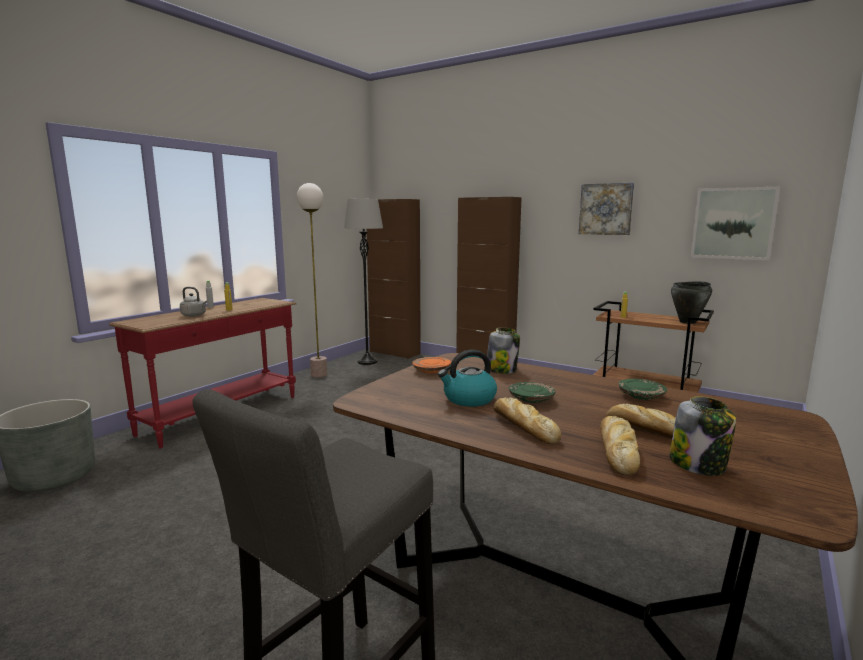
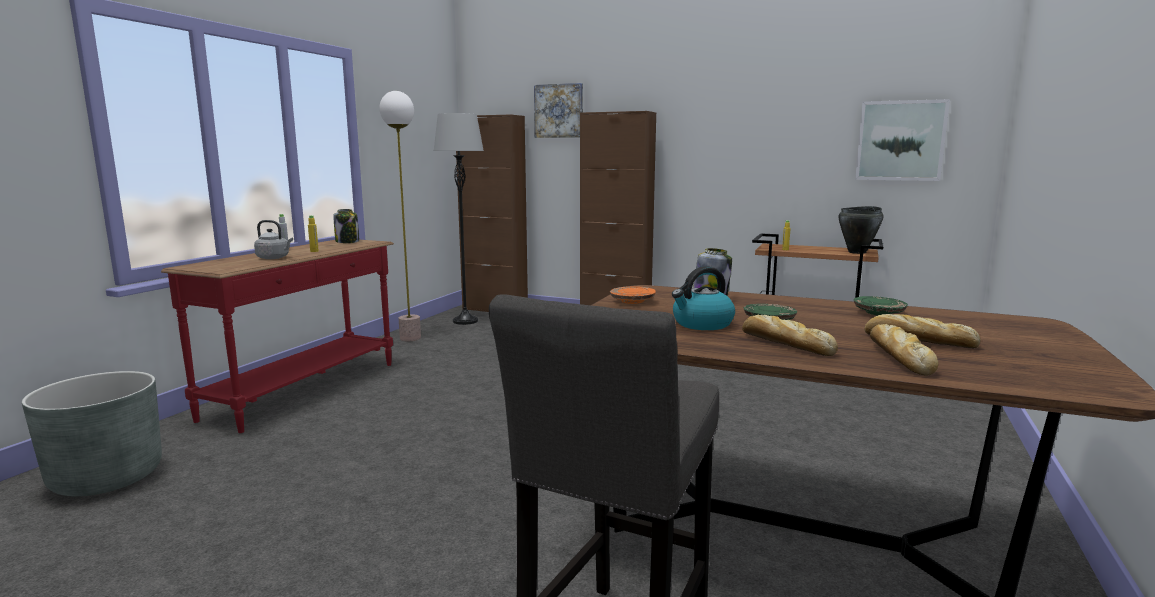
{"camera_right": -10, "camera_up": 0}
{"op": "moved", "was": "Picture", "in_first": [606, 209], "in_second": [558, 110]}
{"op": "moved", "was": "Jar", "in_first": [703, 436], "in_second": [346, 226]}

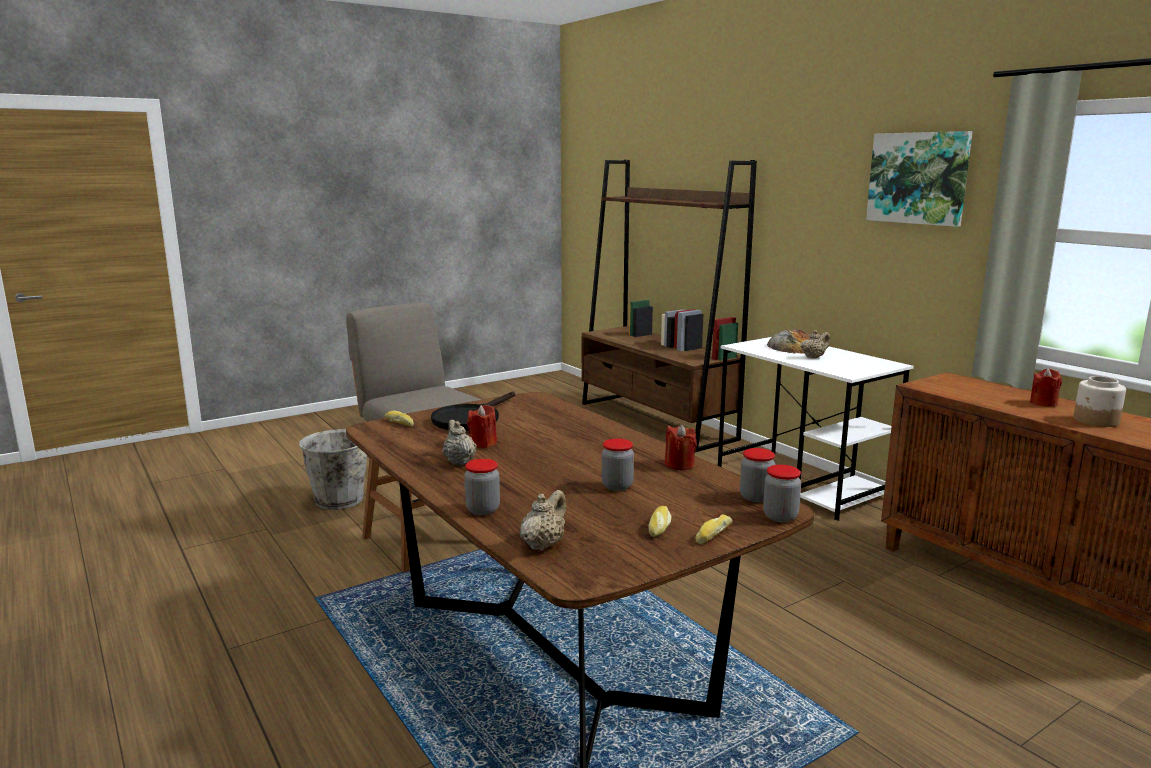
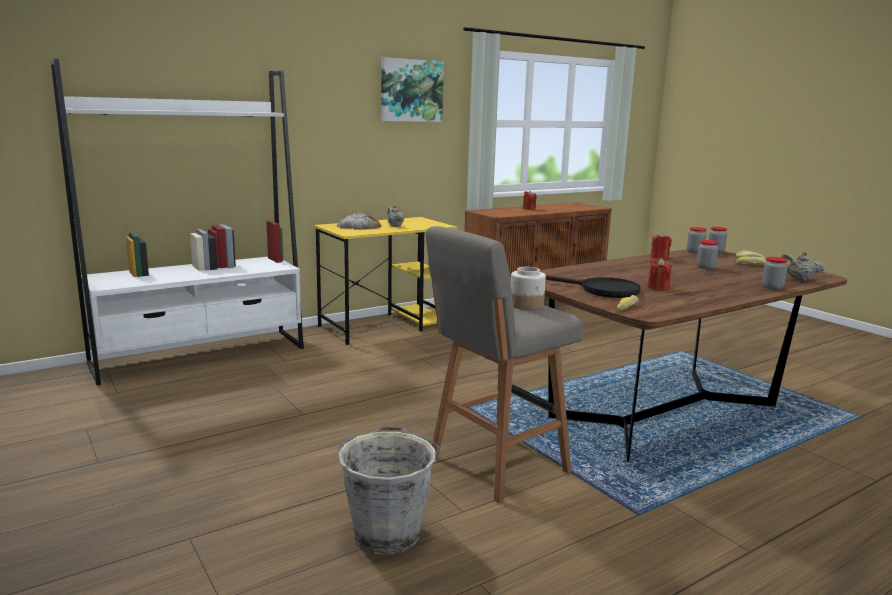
{"camera_right": -90, "camera_up": 0}
{"op": "recoloured", "was": "BrownShelvingUnit", "now": "WhiteColouredShelvingUnit", "in_first": [669, 306], "in_second": [177, 222]}
{"op": "recoloured", "was": "WhiteColouredDeskUnit", "now": "YellowishDeskUnit", "in_first": [816, 429], "in_second": [385, 281]}
{"op": "moved", "was": "Jar", "in_first": [1099, 401], "in_second": [528, 288]}
{"op": "removed", "was": "BeigeTeapot", "in_first": [459, 442]}

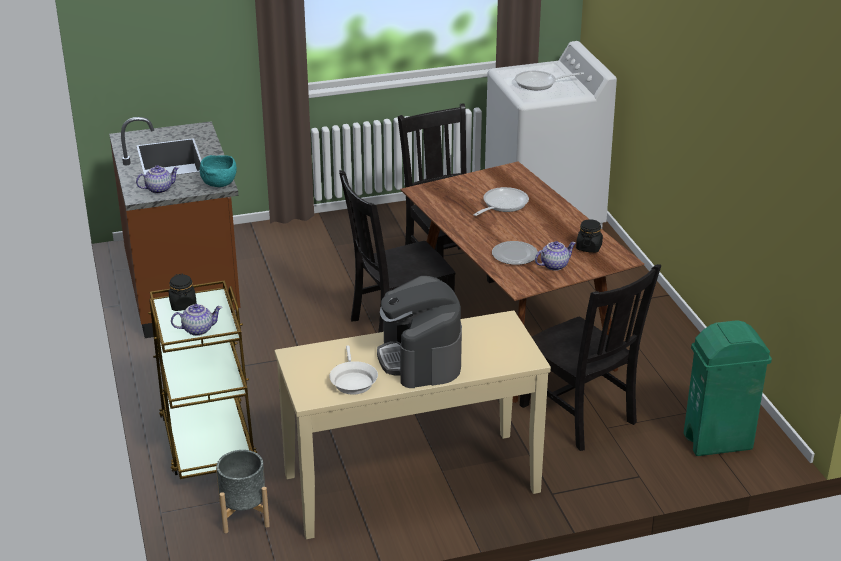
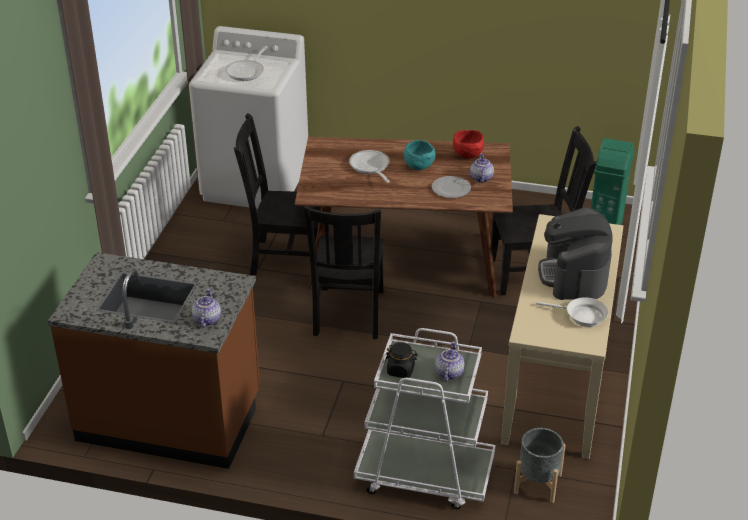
{"camera_right": -60, "camera_up": 5}
{"op": "moved", "was": "TurquoiseDeepDish", "in_first": [218, 171], "in_second": [420, 155]}
{"op": "replaced", "was": "BlackColouredJar", "now": "RedColouredDeepDish", "in_first": [589, 236], "in_second": [468, 144]}
{"op": "turned", "was": "CoffeeMachine", "in_first": [419, 332], "in_second": [575, 253], "clockwise": 75}
{"op": "recoloured", "was": "BrownTrolley", "now": "WhiteColouredTrolley", "in_first": [202, 379], "in_second": [424, 418]}

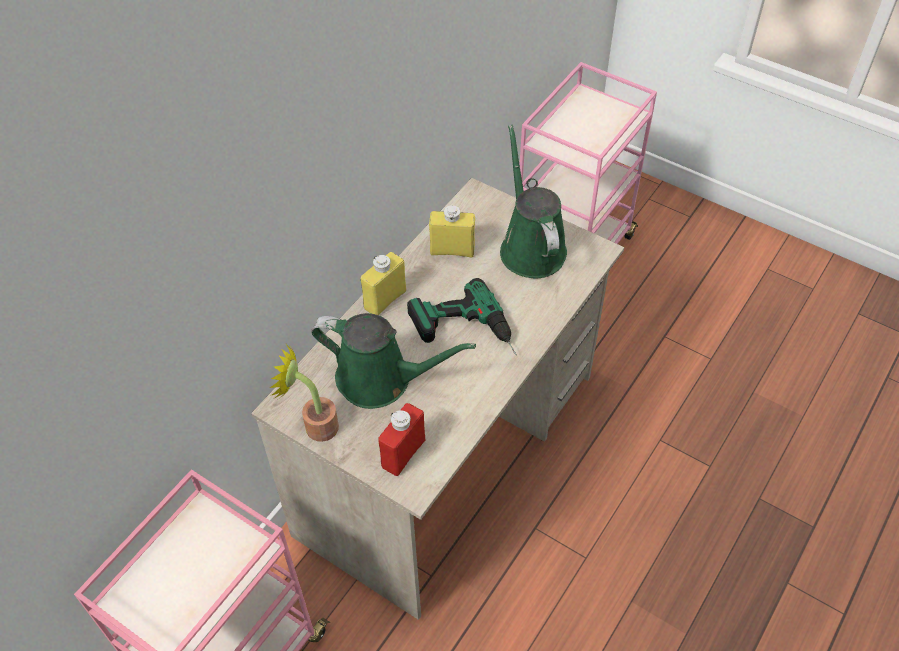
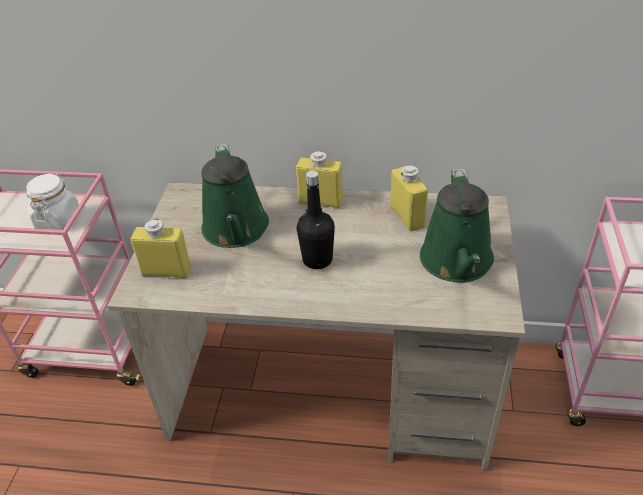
{"camera_right": 65, "camera_up": -10}
{"op": "turned", "was": "GreenColouredWateringPot", "in_first": [533, 201], "in_second": [457, 225], "clockwise": 135}
{"op": "replaced", "was": "Drill", "now": "BlackColouredDrinkBottle", "in_first": [462, 316], "in_second": [316, 219]}
{"op": "removed", "was": "Houseplant", "in_first": [304, 393]}
{"op": "recoloured", "was": "RedColouredDrinkBottle", "now": "YellowishDrinkBottle", "in_first": [401, 439], "in_second": [160, 248]}
{"op": "added", "now": "WhiteColouredJar", "in_second": [52, 201]}

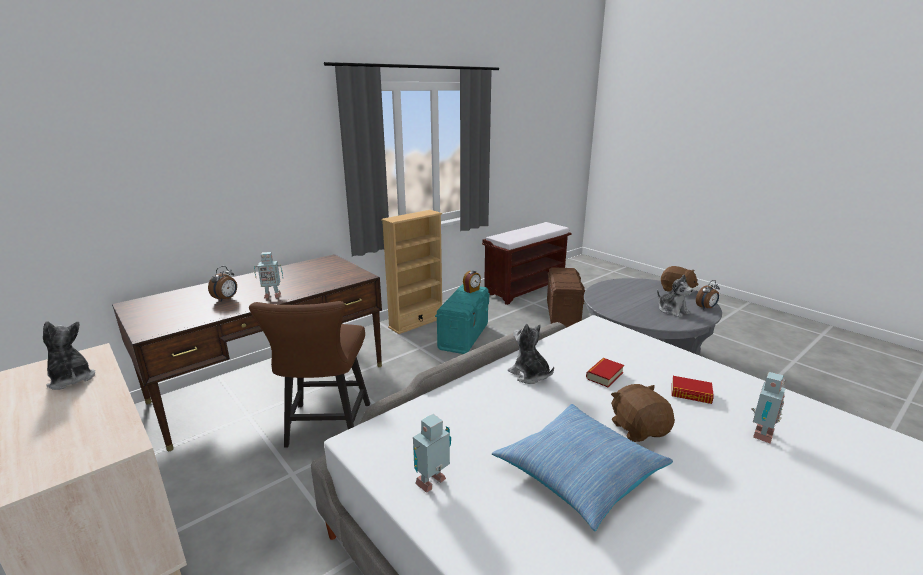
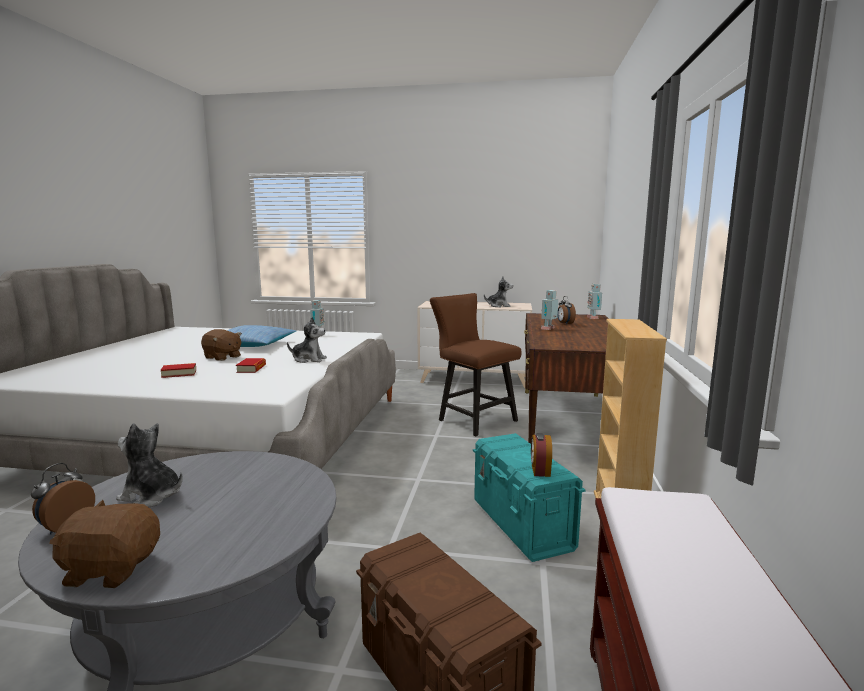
{"camera_right": 140, "camera_up": -10}
{"op": "moved", "was": "ModelRobot", "in_first": [768, 407], "in_second": [594, 301]}

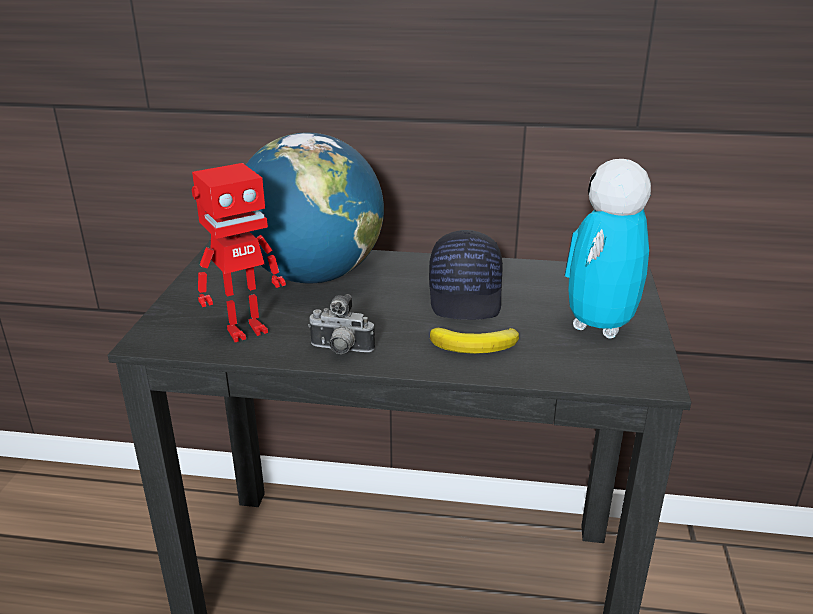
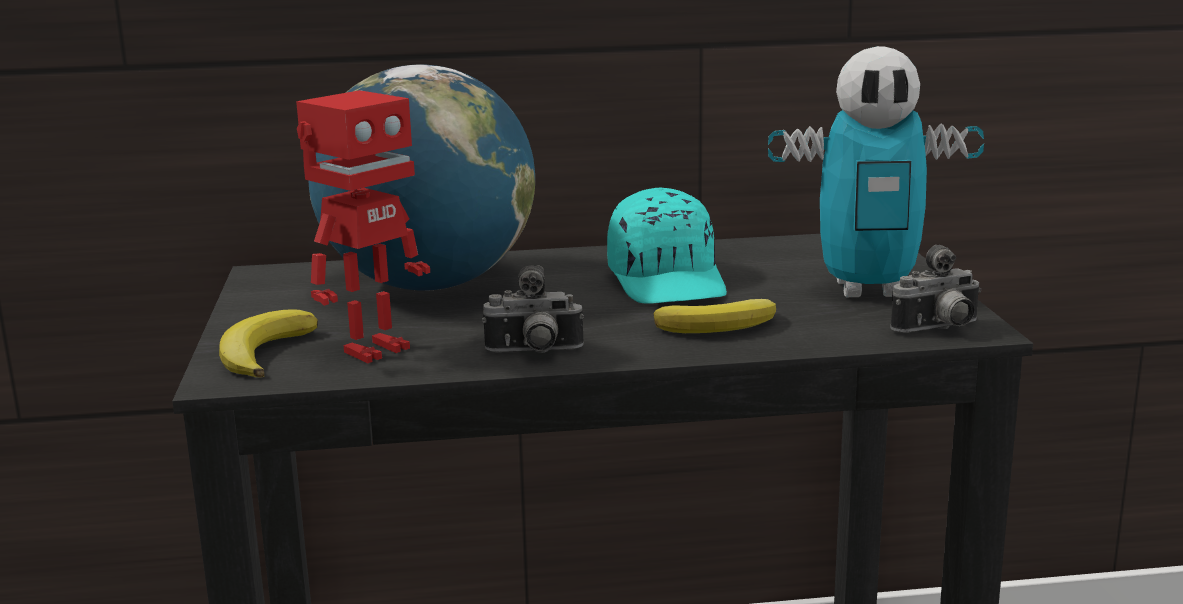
{"camera_right": -15, "camera_up": -10}
{"op": "turned", "was": "ModelRobot", "in_first": [608, 249], "in_second": [876, 171], "clockwise": -105}
{"op": "recoloured", "was": "BlackColouredCap", "now": "TurquoiseCap", "in_first": [466, 275], "in_second": [667, 245]}
{"op": "added", "now": "PhotoCamera", "in_second": [935, 289]}
{"op": "added", "now": "Banana", "in_second": [268, 343]}

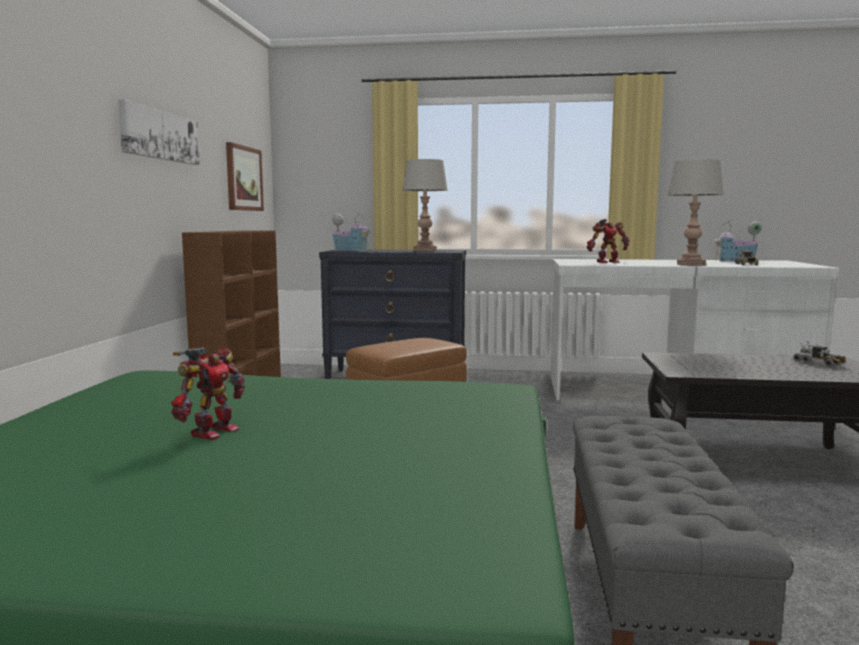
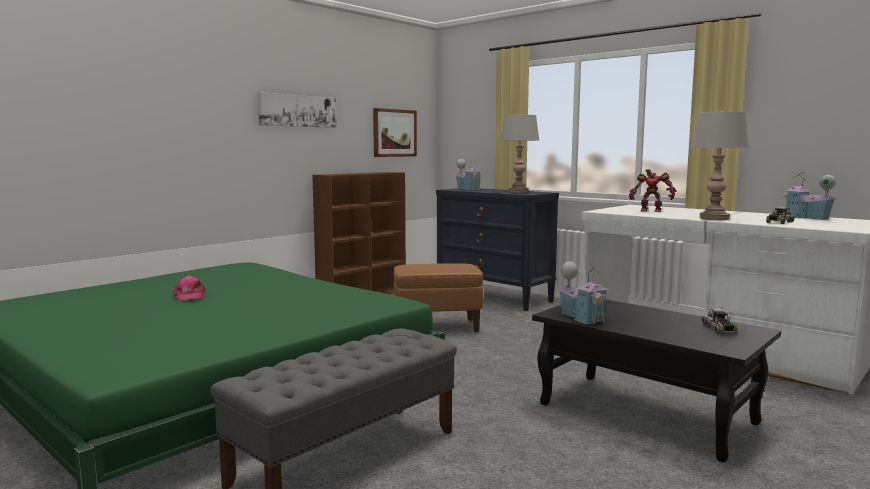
{"camera_right": 35, "camera_up": 0}
{"op": "replaced", "was": "ModelRobot", "now": "PinkCap", "in_first": [208, 393], "in_second": [189, 288]}
{"op": "added", "now": "MiniatureHouse", "in_second": [583, 293]}

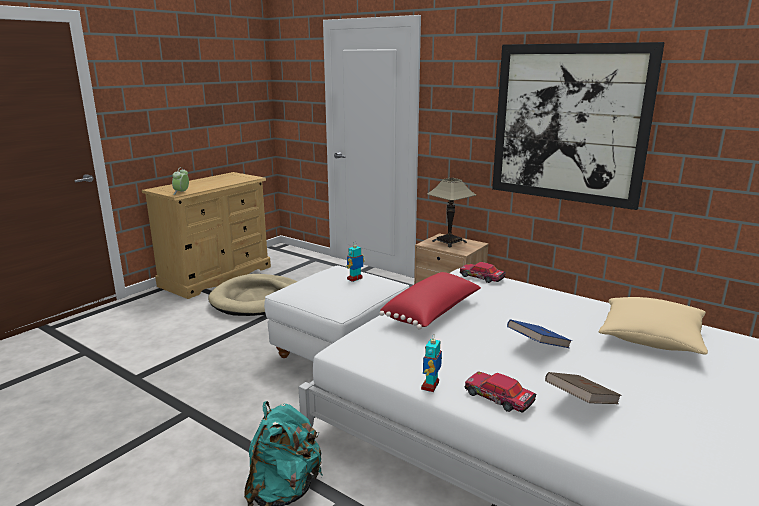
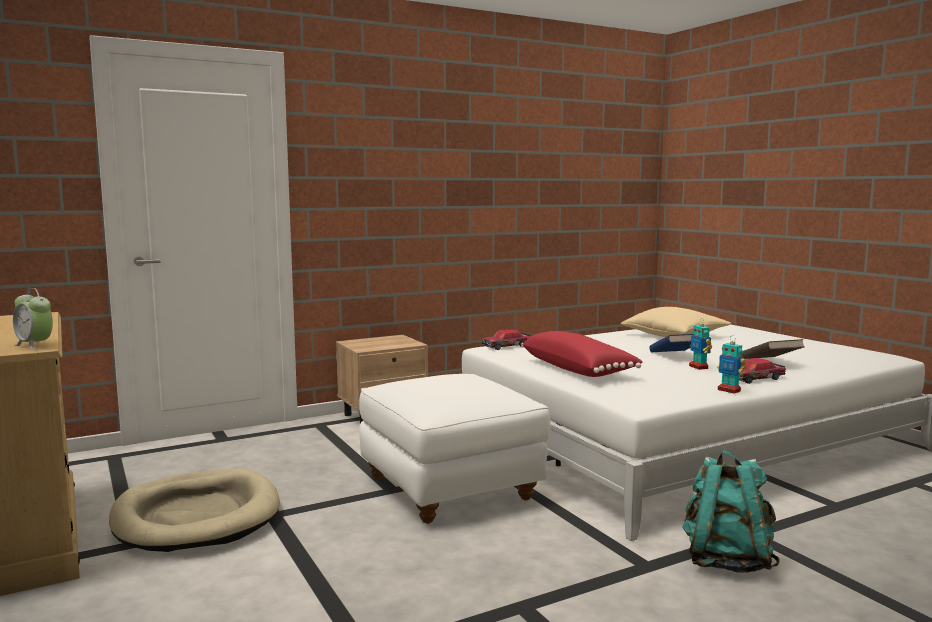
{"camera_right": -65, "camera_up": -10}
{"op": "removed", "was": "Picture", "in_first": [578, 126]}
{"op": "removed", "was": "TableLamp", "in_first": [451, 212]}
{"op": "moved", "was": "ModelRobot", "in_first": [355, 263], "in_second": [700, 344]}

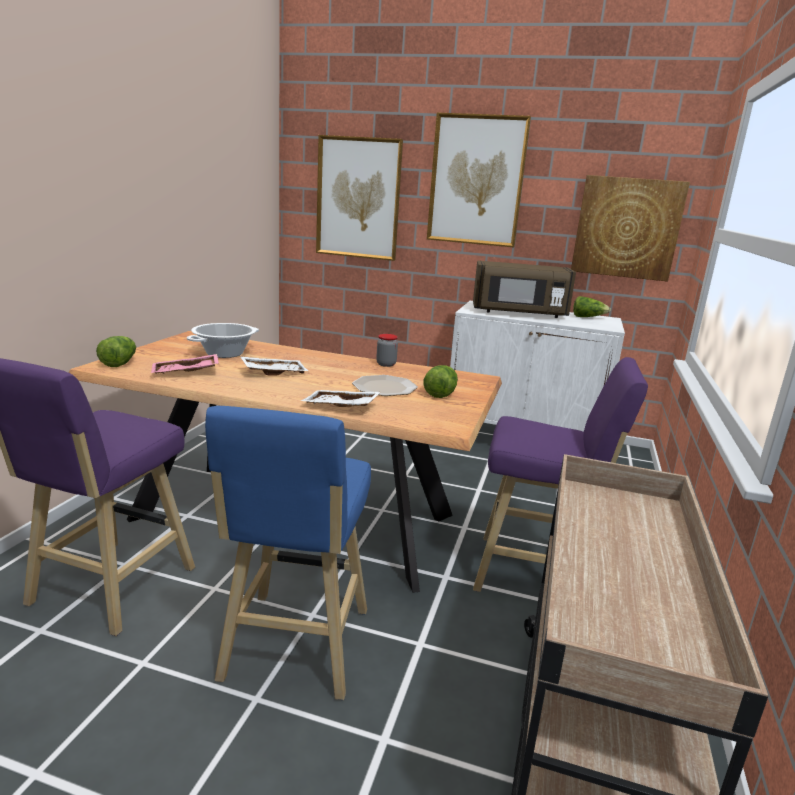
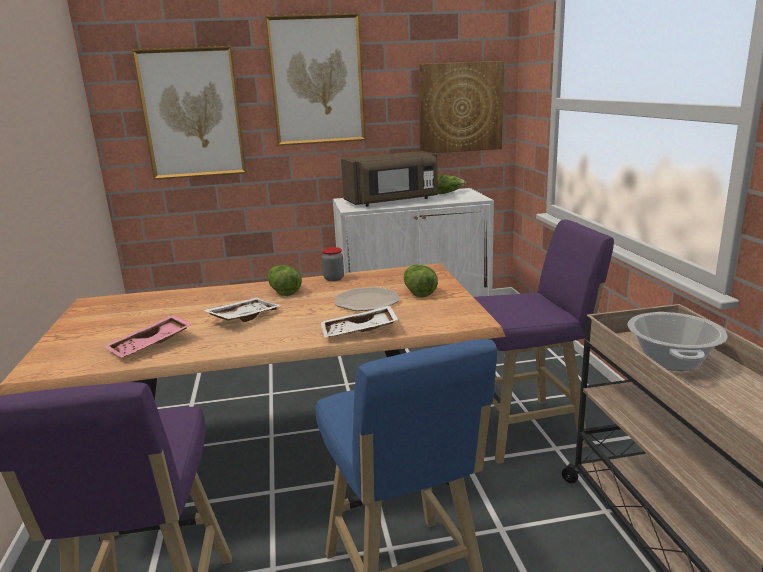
{"camera_right": -25, "camera_up": 0}
{"op": "moved", "was": "CookingPot", "in_first": [223, 340], "in_second": [677, 341]}
{"op": "moved", "was": "HeadOfLettuce", "in_first": [116, 351], "in_second": [284, 280]}

